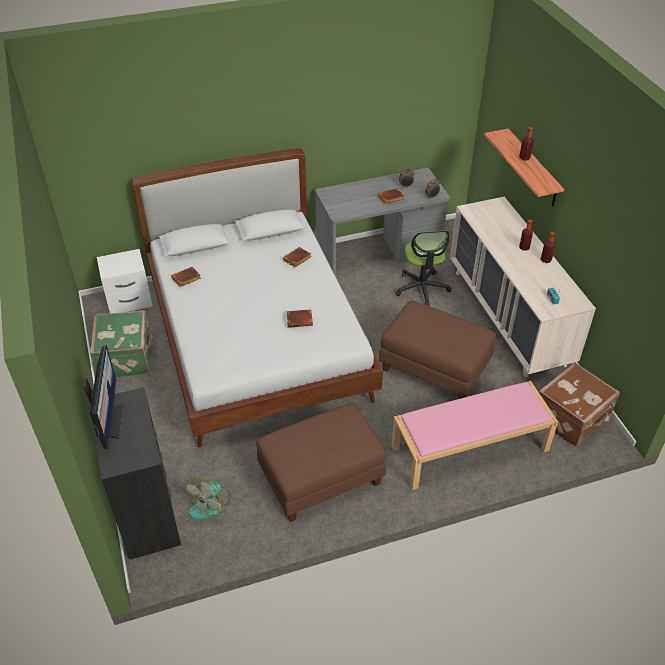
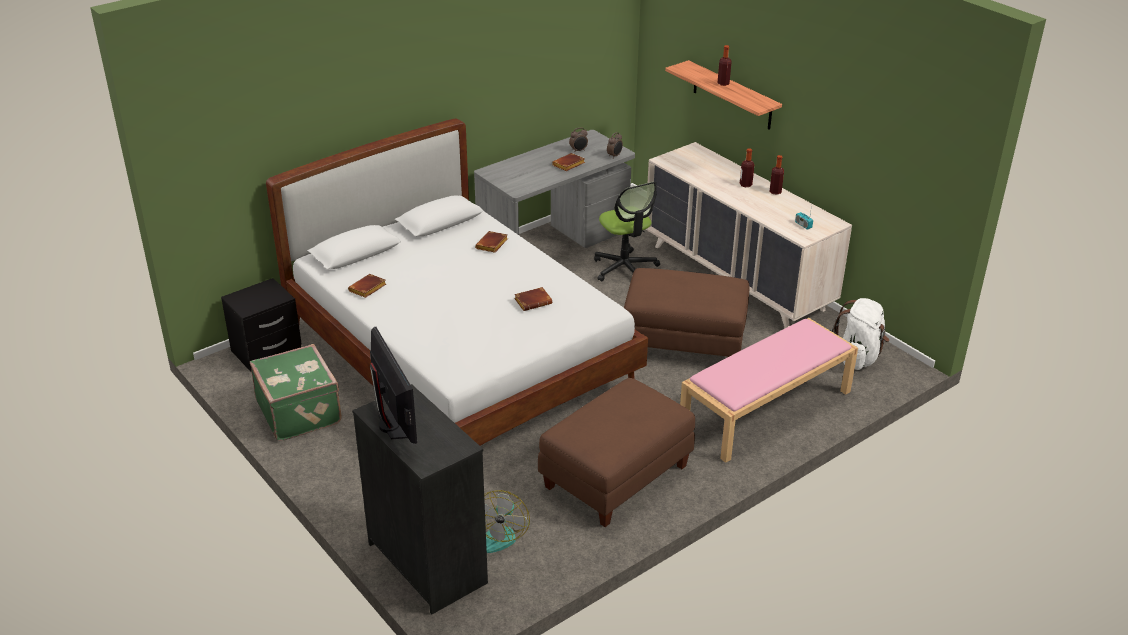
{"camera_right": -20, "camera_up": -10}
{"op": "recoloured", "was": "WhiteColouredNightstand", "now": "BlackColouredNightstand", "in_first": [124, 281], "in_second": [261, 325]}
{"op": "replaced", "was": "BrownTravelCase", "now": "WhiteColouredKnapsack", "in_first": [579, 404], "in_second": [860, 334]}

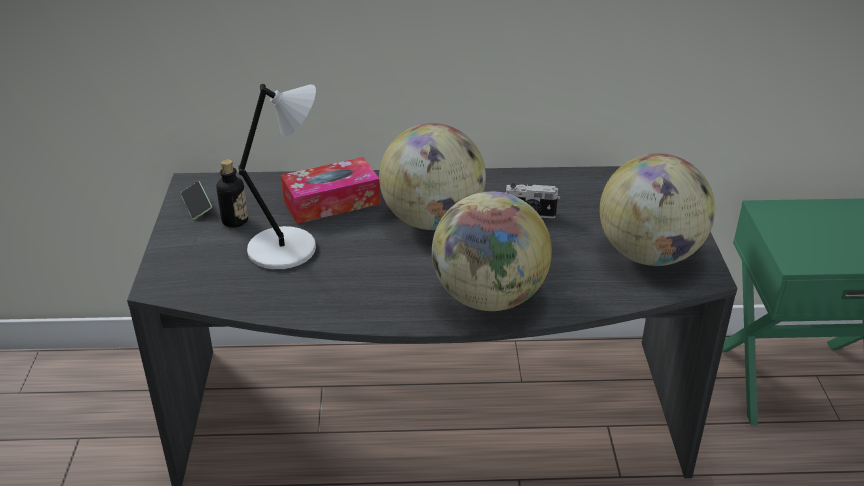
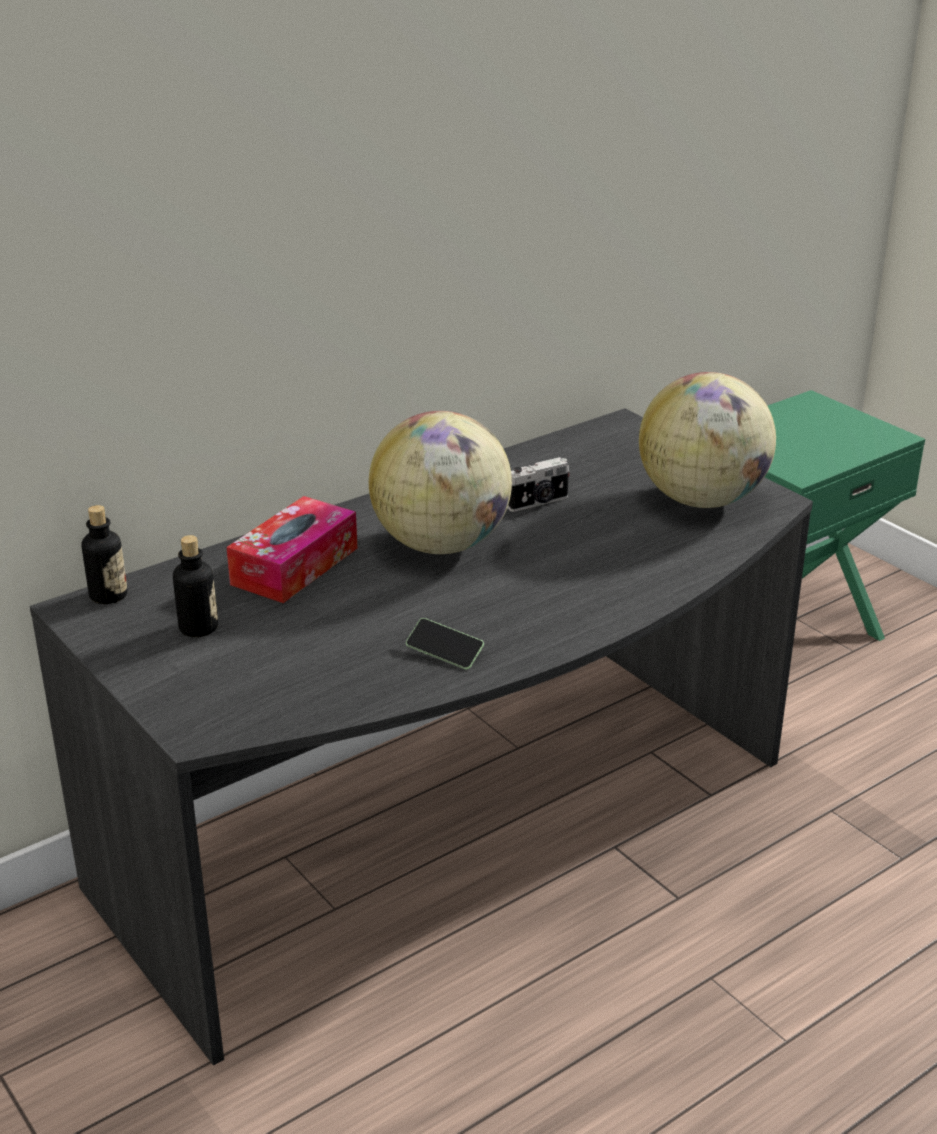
{"camera_right": -35, "camera_up": -5}
{"op": "removed", "was": "WhiteColouredTableLamp", "in_first": [277, 177]}
{"op": "moved", "was": "Phone", "in_first": [196, 200], "in_second": [445, 644]}
{"op": "removed", "was": "DeskGlobe", "in_first": [492, 251]}
{"op": "added", "now": "DrinkBottle", "in_second": [104, 554]}

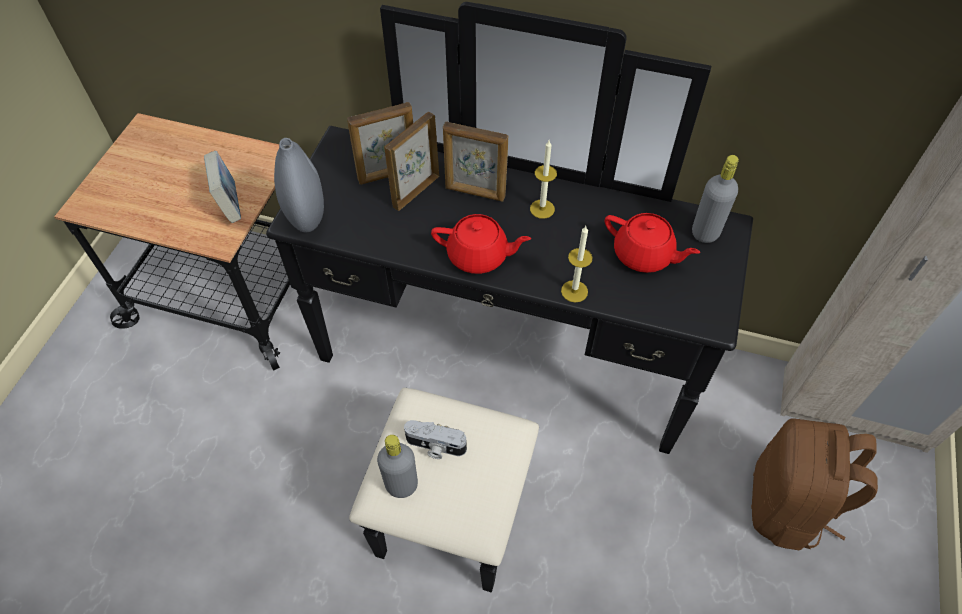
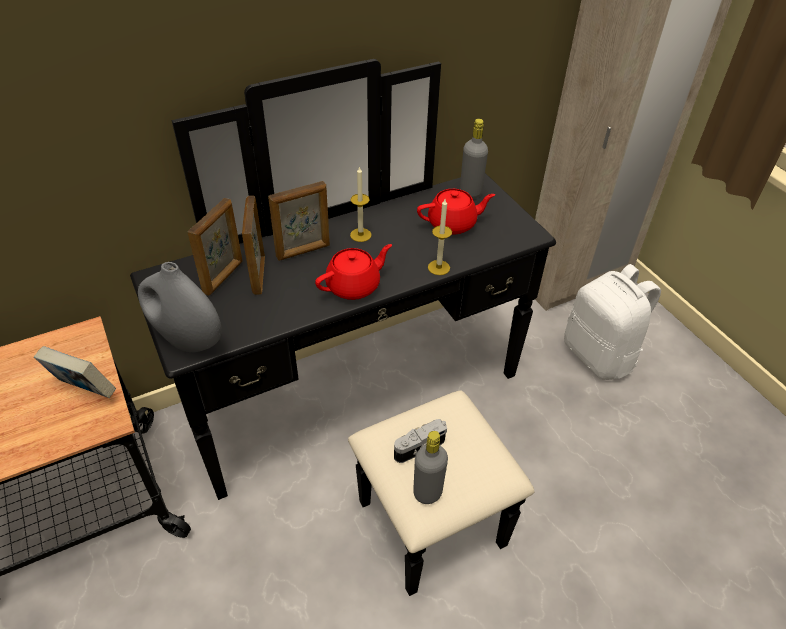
{"camera_right": -45, "camera_up": -10}
{"op": "recoloured", "was": "BrownKnapsack", "now": "WhiteColouredKnapsack", "in_first": [814, 484], "in_second": [612, 322]}

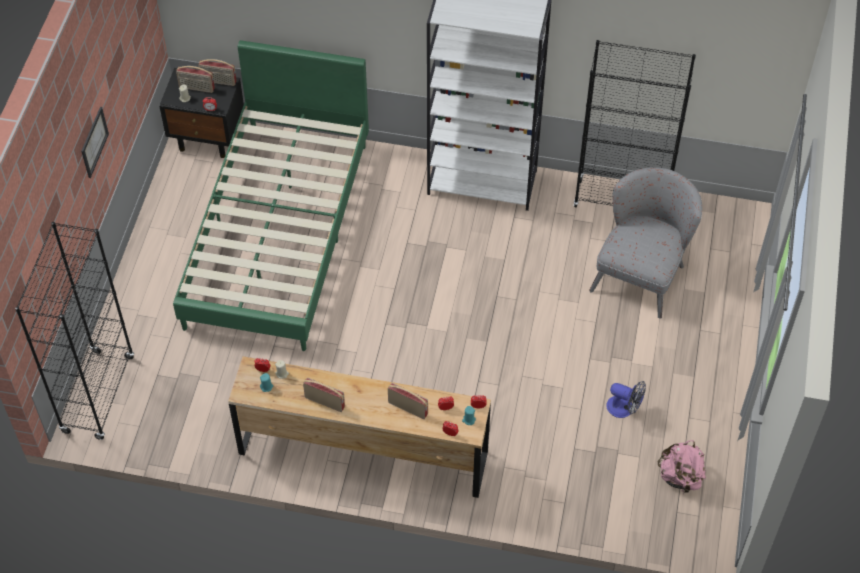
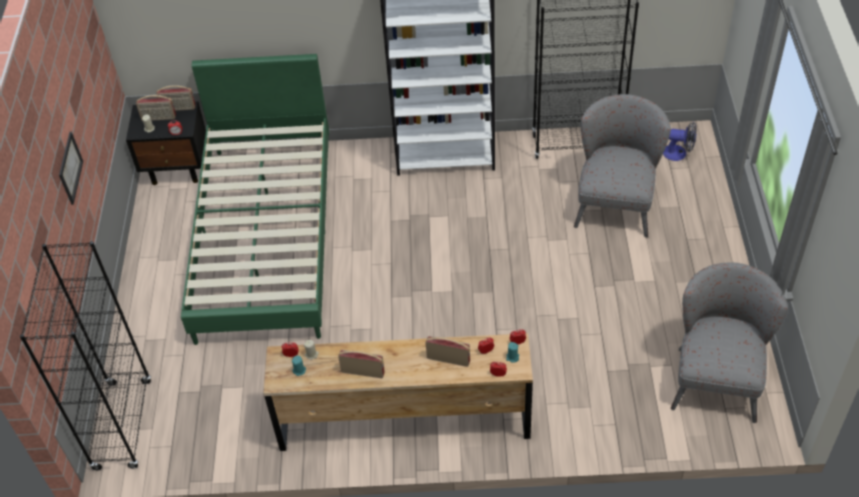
{"camera_right": -10, "camera_up": -5}
{"op": "moved", "was": "CoolingFan", "in_first": [626, 399], "in_second": [680, 141]}
{"op": "replaced", "was": "PinkKnapsack", "now": "GreyEasyChair", "in_first": [682, 467], "in_second": [729, 342]}

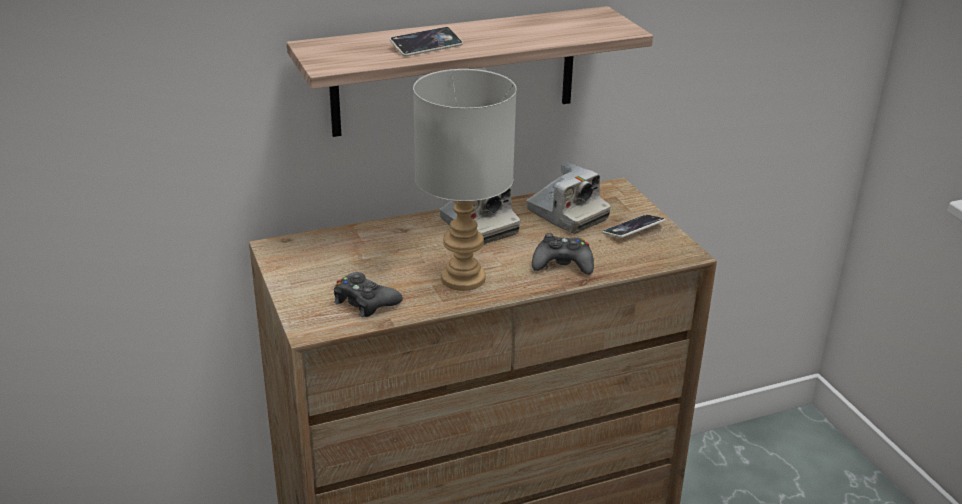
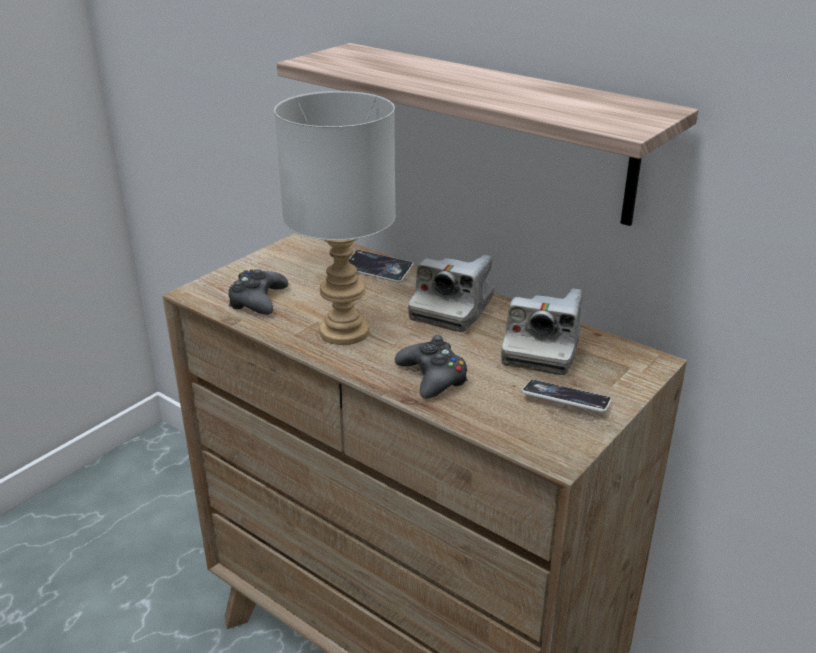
{"camera_right": 60, "camera_up": 0}
{"op": "moved", "was": "Phone", "in_first": [426, 41], "in_second": [381, 266]}

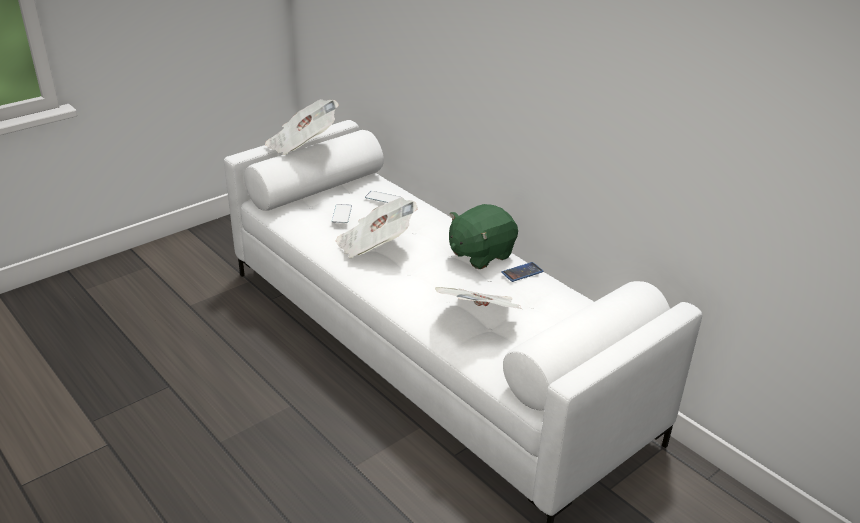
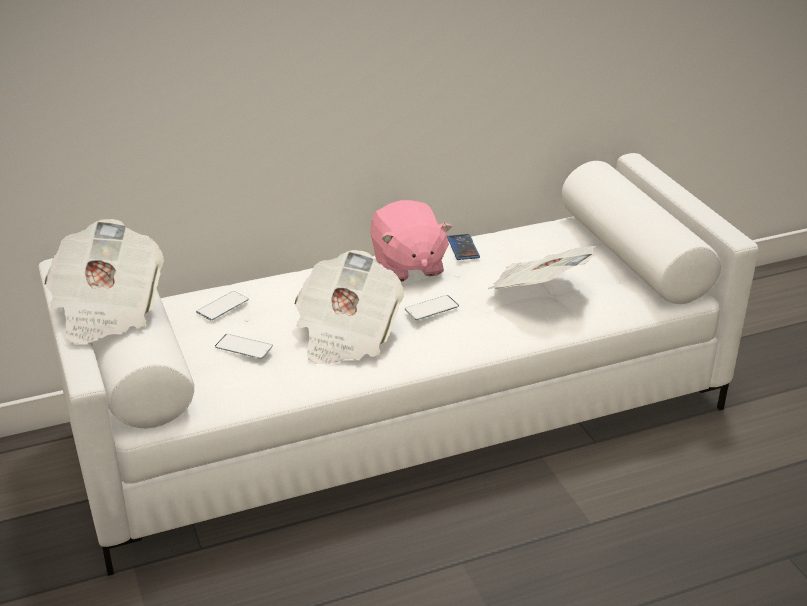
{"camera_right": -70, "camera_up": 0}
{"op": "recoloured", "was": "GreenColouredSoftToy", "now": "PinkSoftToy", "in_first": [483, 236], "in_second": [411, 241]}
{"op": "added", "now": "Phone", "in_second": [432, 307]}

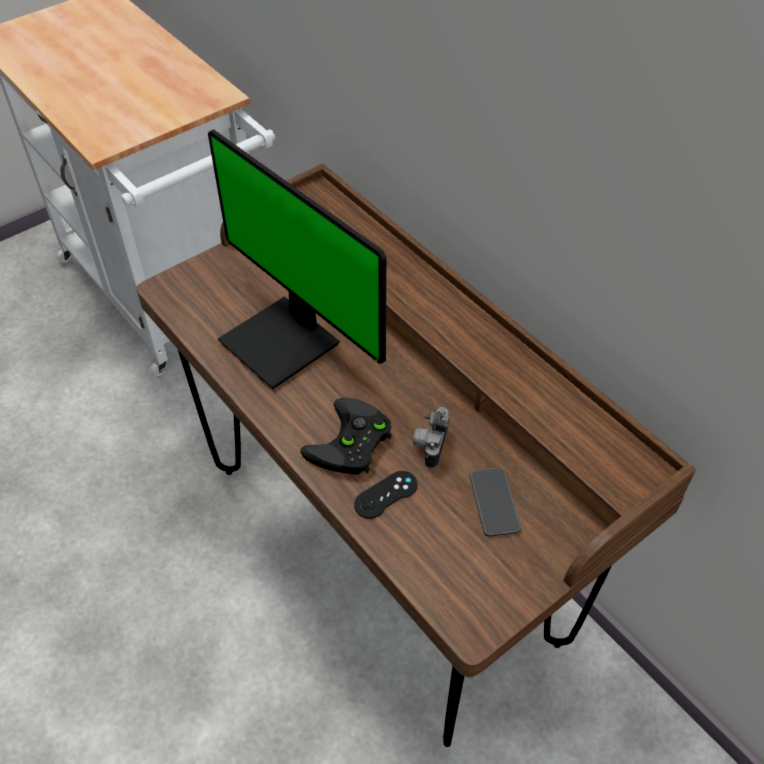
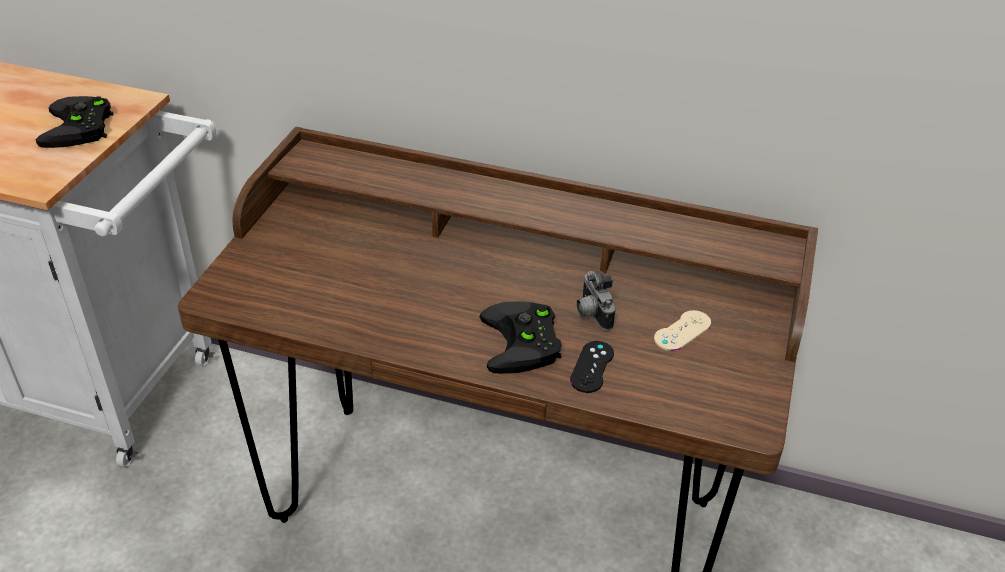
{"camera_right": -35, "camera_up": -10}
{"op": "removed", "was": "Monitor", "in_first": [297, 259]}
{"op": "replaced", "was": "Phone", "now": "BeigeGamepad", "in_first": [495, 502], "in_second": [682, 330]}
{"op": "added", "now": "BlackColouredGamepad", "in_second": [74, 122]}

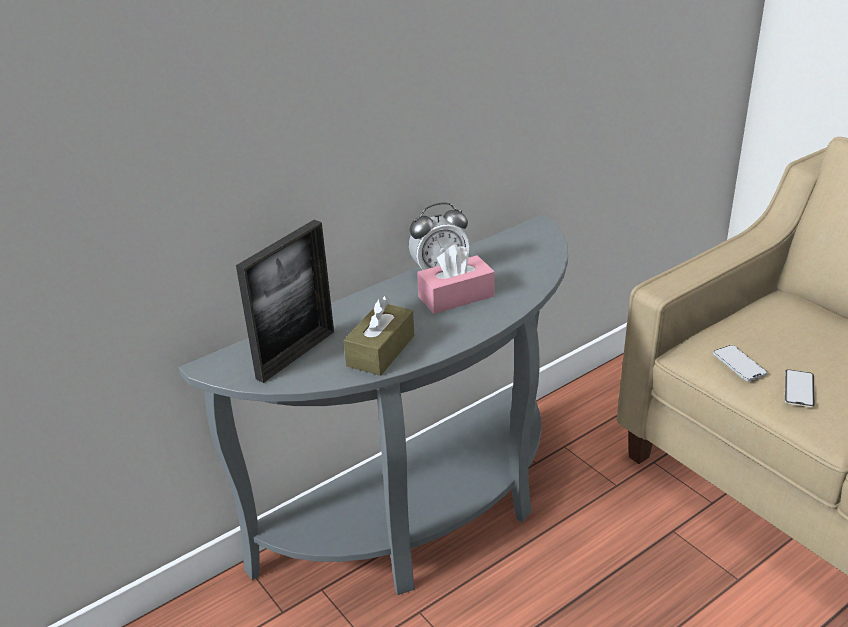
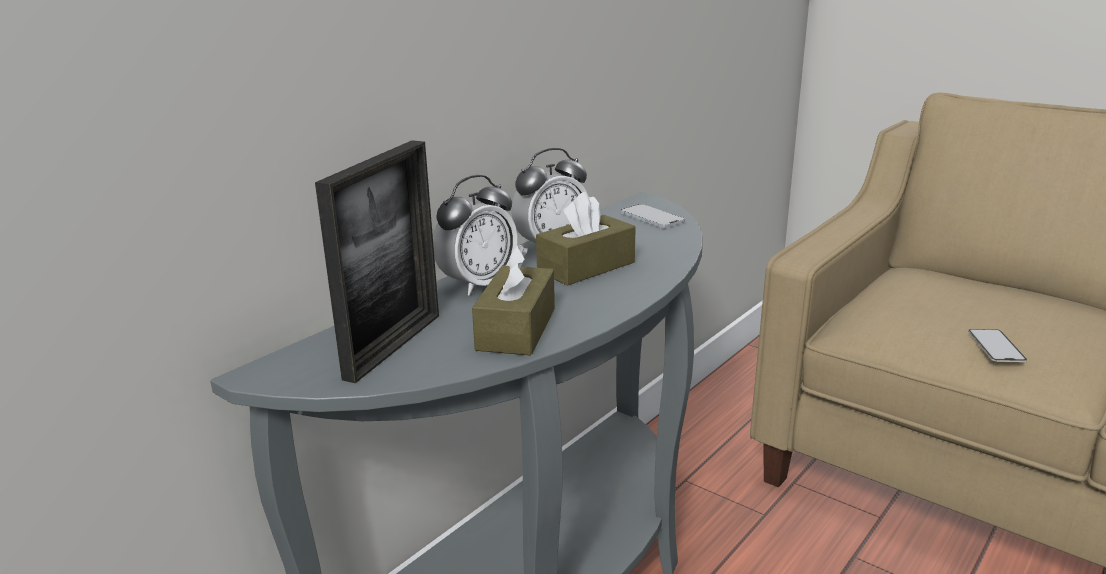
{"camera_right": -15, "camera_up": -10}
{"op": "recoloured", "was": "PinkTissueHolder", "now": "BrownTissueHolder", "in_first": [455, 279], "in_second": [586, 239]}
{"op": "moved", "was": "Phone", "in_first": [740, 363], "in_second": [653, 216]}
{"op": "added", "now": "TableClock", "in_second": [475, 235]}

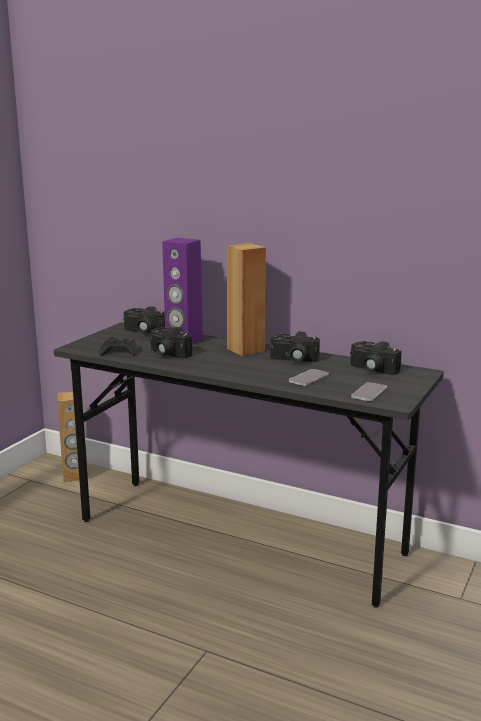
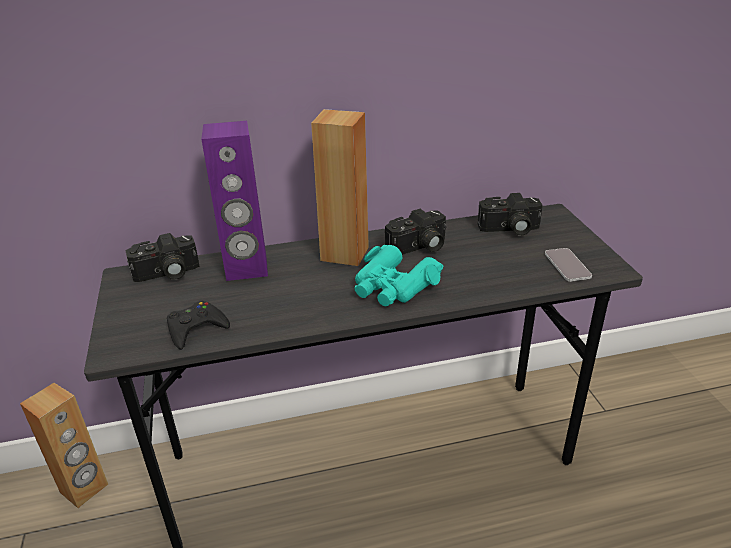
{"camera_right": -40, "camera_up": 15}
{"op": "removed", "was": "PhotoCamera", "in_first": [170, 343]}
{"op": "removed", "was": "Phone", "in_first": [309, 377]}
{"op": "added", "now": "TurquoiseBinoculars", "in_second": [399, 275]}

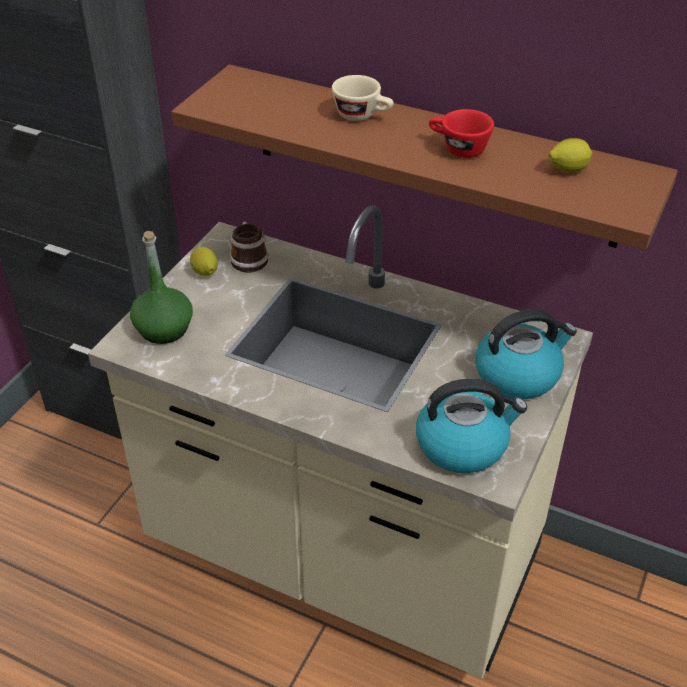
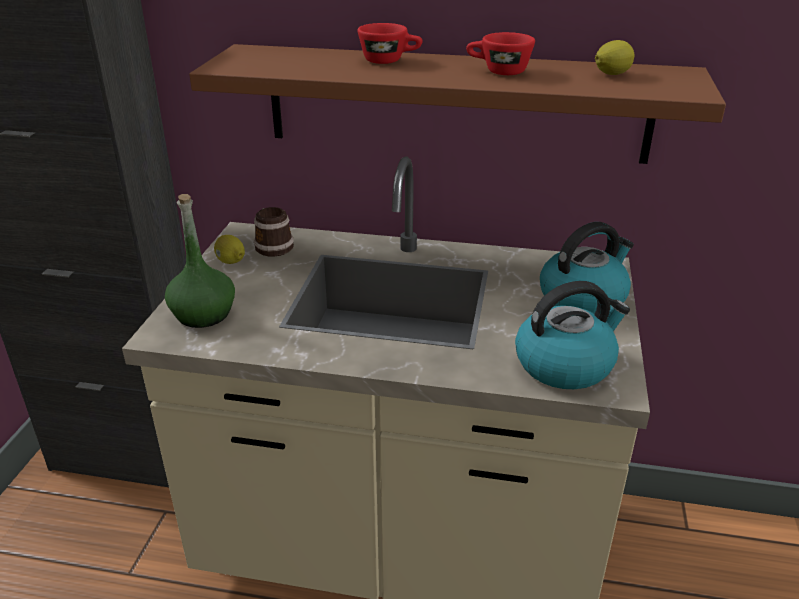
{"camera_right": -15, "camera_up": -10}
{"op": "recoloured", "was": "BeigeSmallCup", "now": "RedColouredSmallCup", "in_first": [363, 98], "in_second": [390, 43]}

